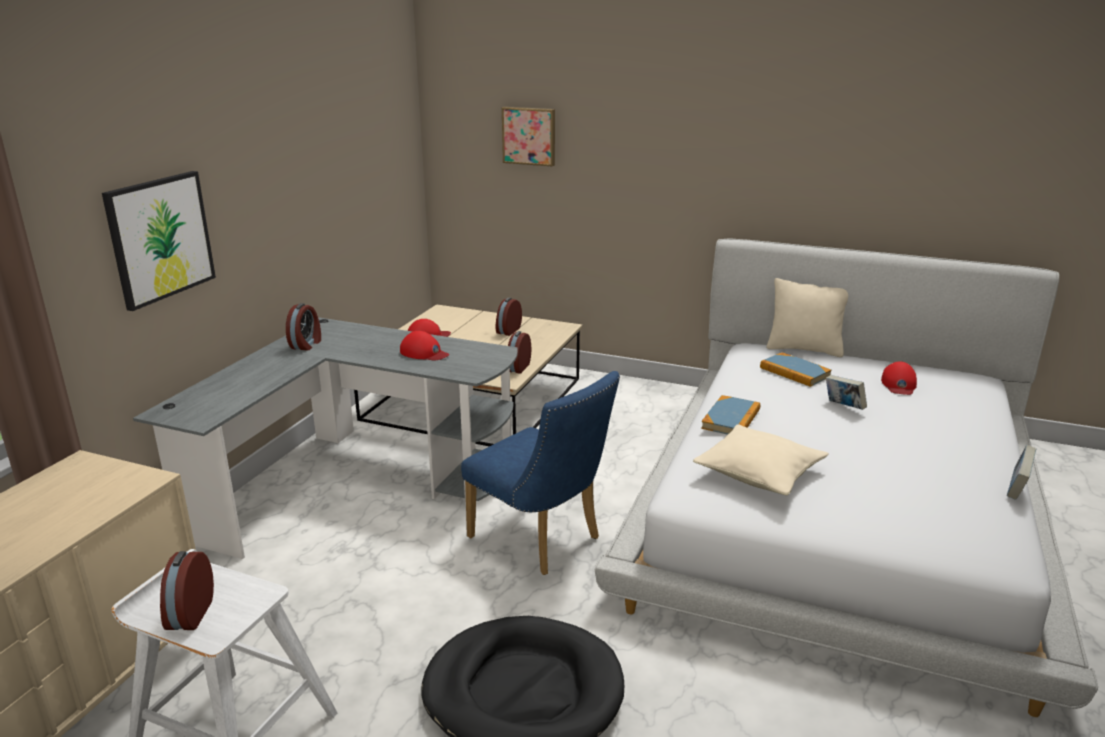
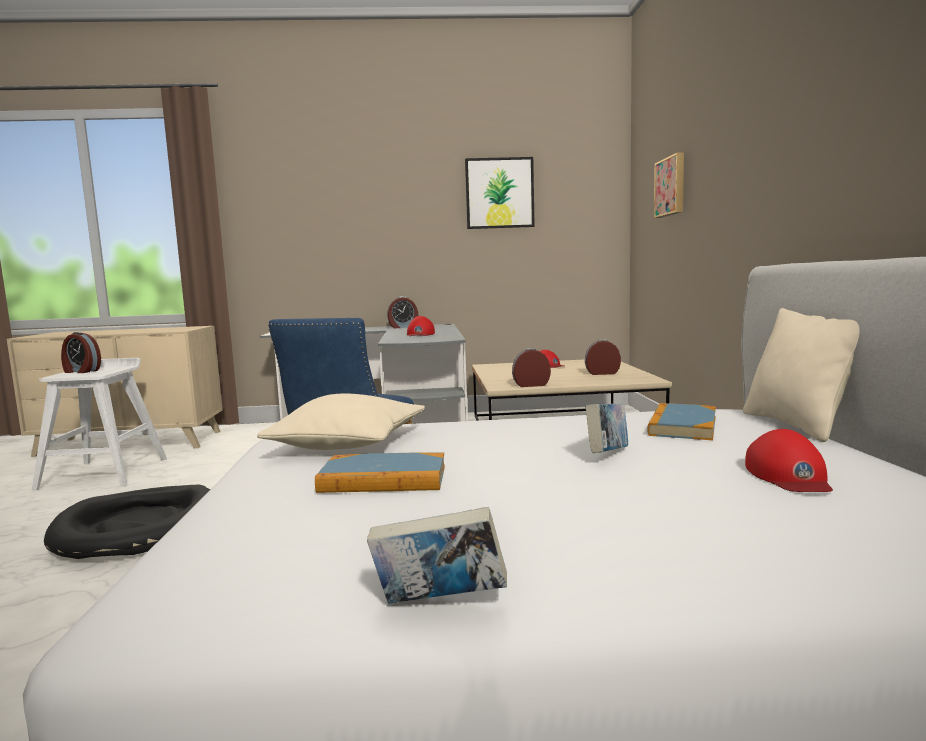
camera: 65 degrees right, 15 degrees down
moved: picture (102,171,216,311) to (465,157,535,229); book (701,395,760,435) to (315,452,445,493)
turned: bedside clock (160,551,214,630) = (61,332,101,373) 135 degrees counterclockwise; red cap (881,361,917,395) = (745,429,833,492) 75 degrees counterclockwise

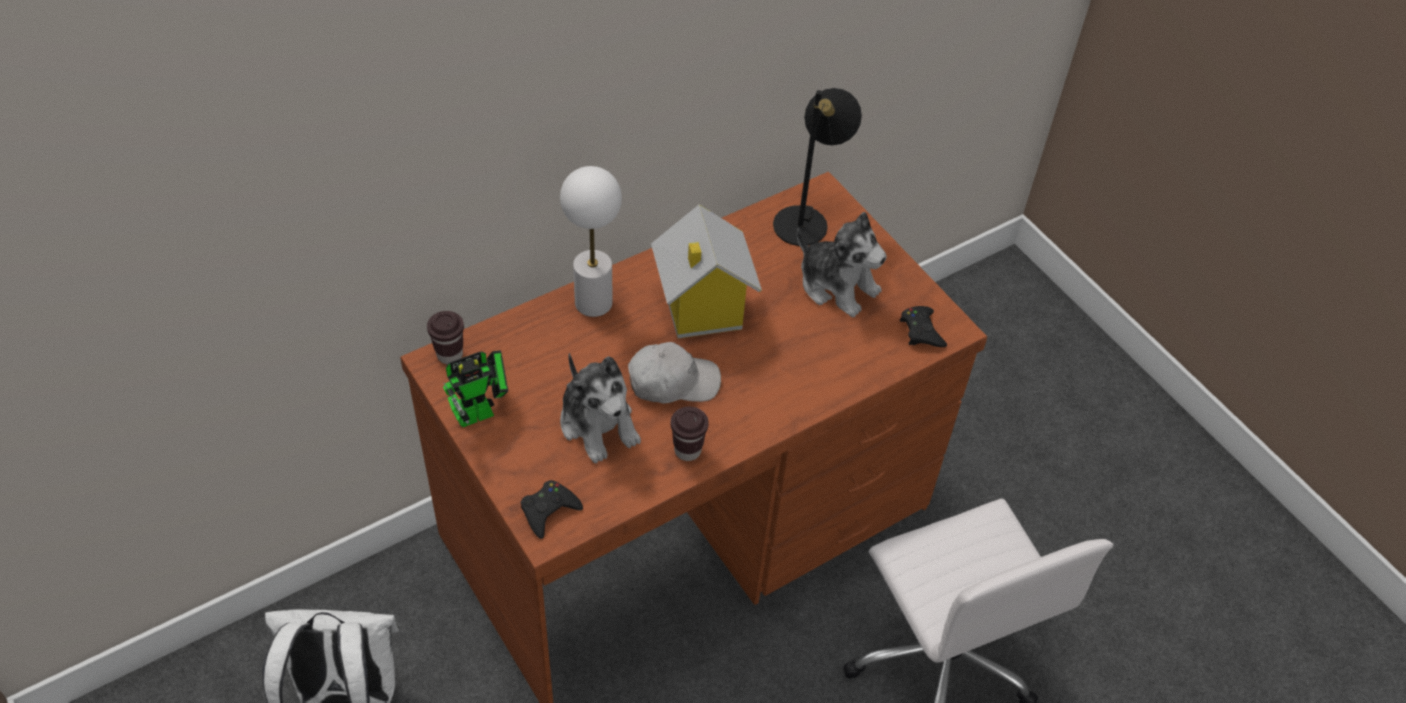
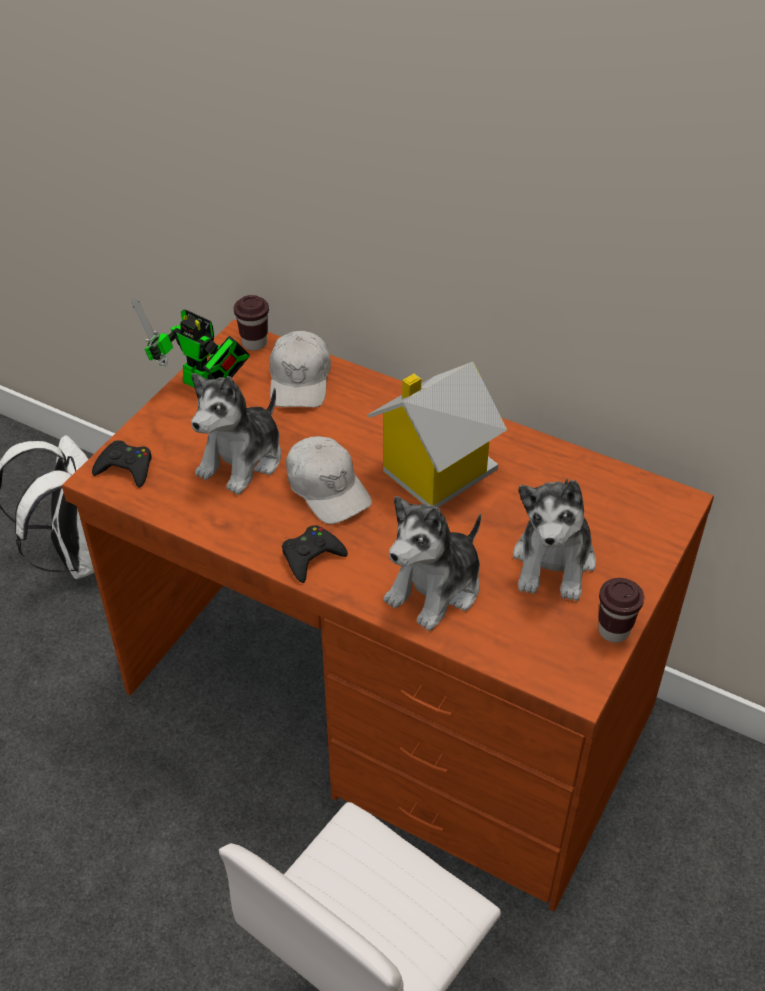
camera: 65 degrees right, 5 degrees down
removed: whitish lamp for a table (560,166,622,317); blackish lamp for a table (773,88,862,246)
added: whitish cap (269,331,331,408); soft toy (383,496,481,631)
moved: brownish small cup (671,407,709,461) to (598,578,644,643); blackish joypad (900,306,947,347) to (282,525,348,583)

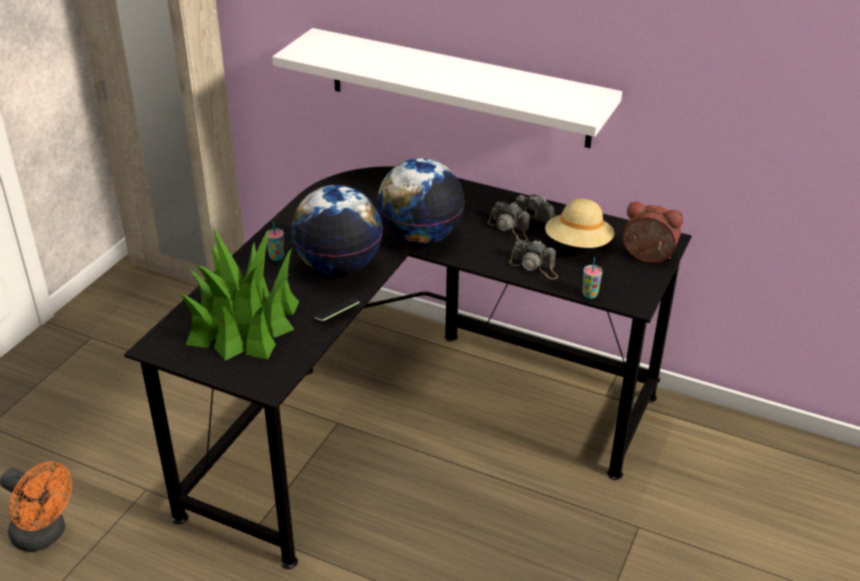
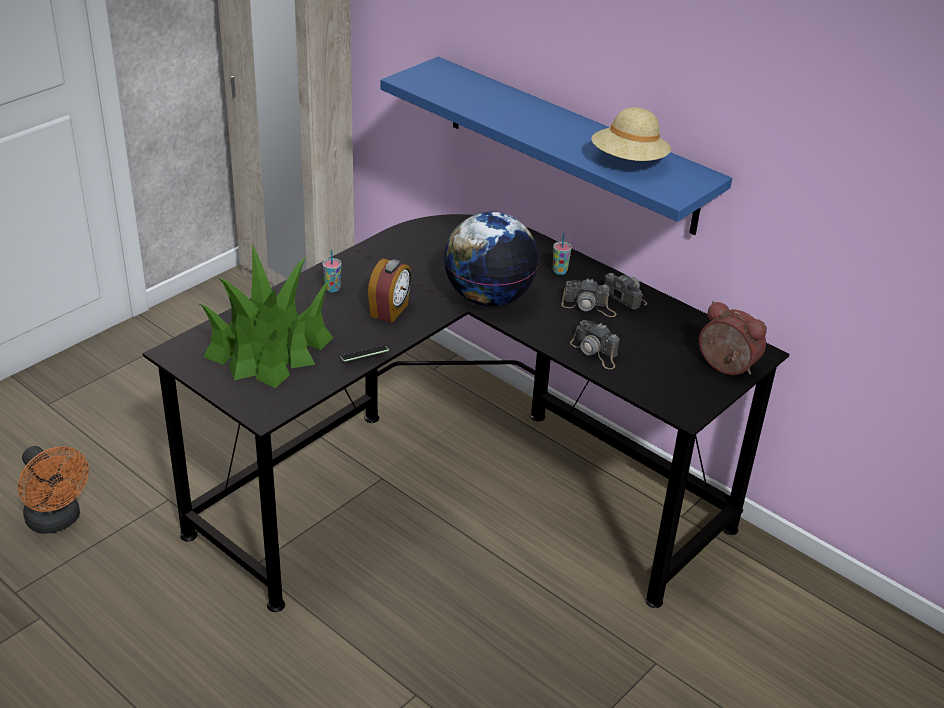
camera: 15 degrees right, 0 degrees up
moved: beige wearable hat (545,199,615,248) to (591,107,671,161); small cup (583,257,602,299) to (553,233,572,275)
replaced: world globe (291,185,383,276) to bedside clock (368,259,412,323)
recoloured: whitish shelf (272,28,622,148) to blue shelf (381,57,732,235)
turned: photo camera (488,202,530,240) = (562,279,616,317) 45 degrees counterclockwise

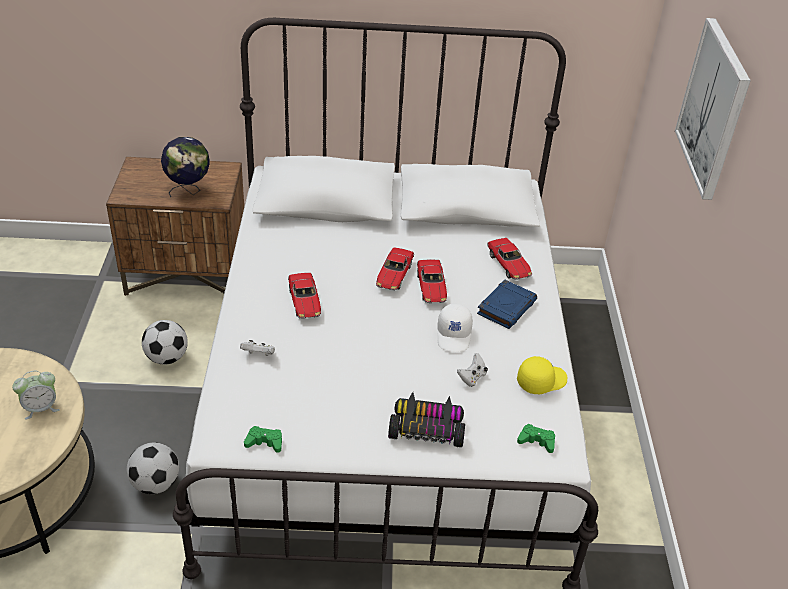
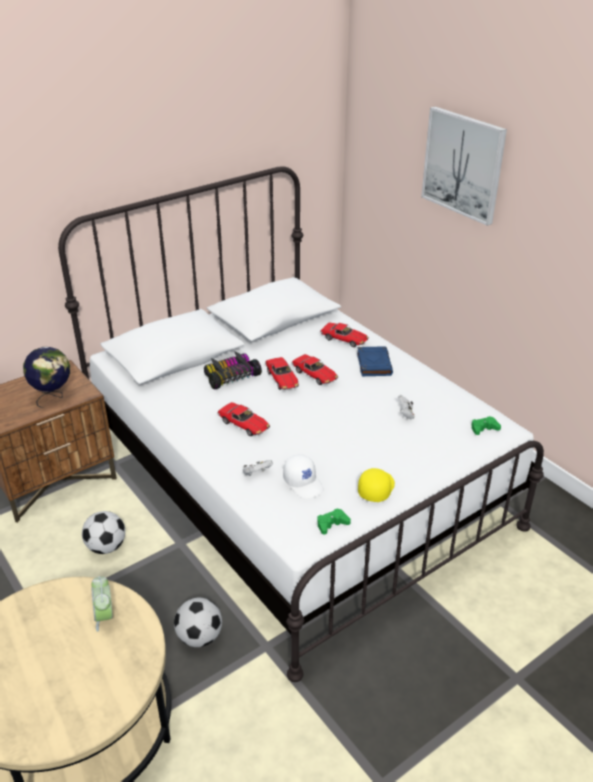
camera: 35 degrees left, 5 degrees down
moved: miniature car (388,392,465,448) to (204,351,262,390); whitish cap (437,304,473,352) to (283,454,324,498); yellow cap (517,356,567,394) to (358,468,395,502)
turned: bedside clock (12,371,60,419) = (91,576,113,632) 135 degrees clockwise

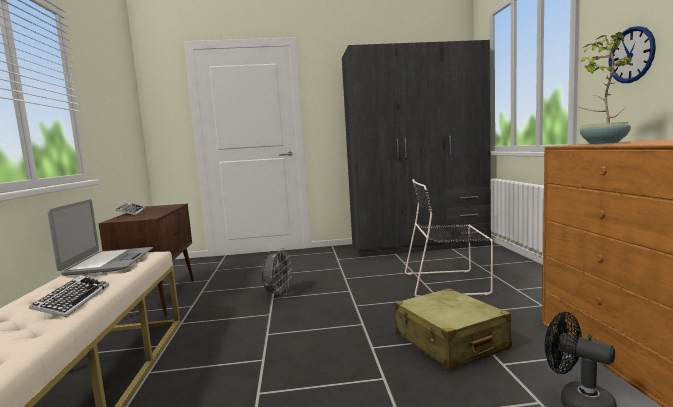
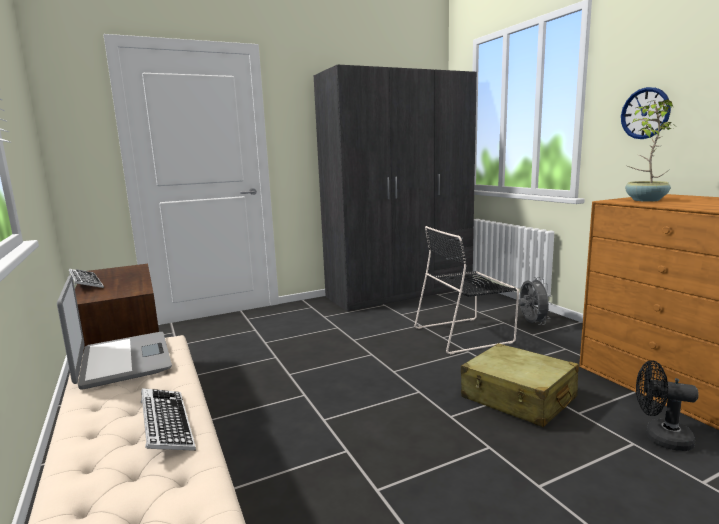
camera: 20 degrees left, 5 degrees up
moved: greyish fan (262,248,292,298) to (519,277,553,325)

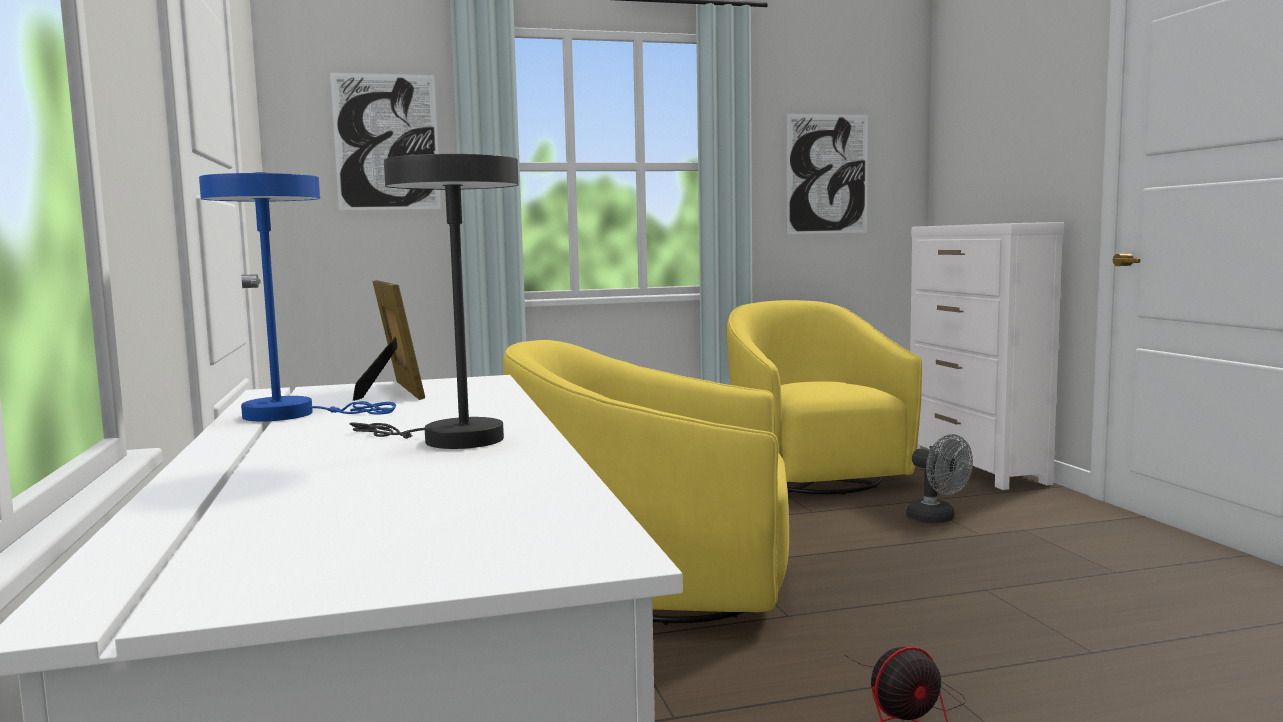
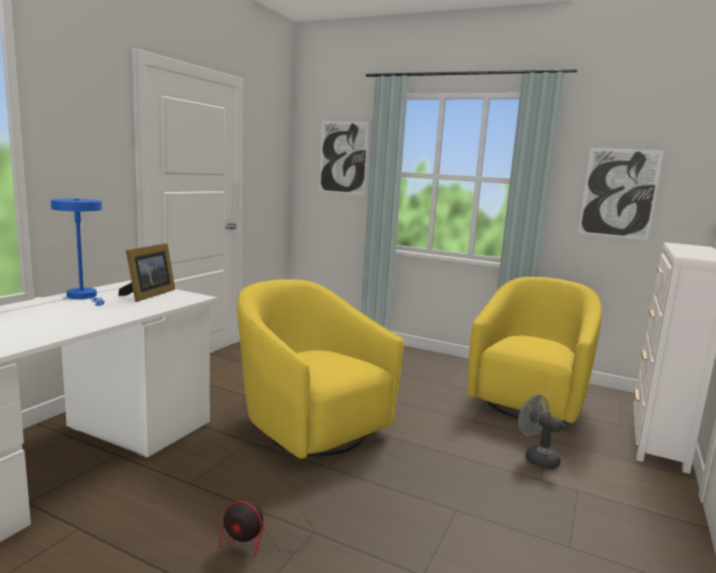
camera: 40 degrees right, 5 degrees up
removed: greyish lamp for a table (350,154,519,449)
turned: greyish fan (906,434,973,523) = (518,395,563,469) 135 degrees clockwise

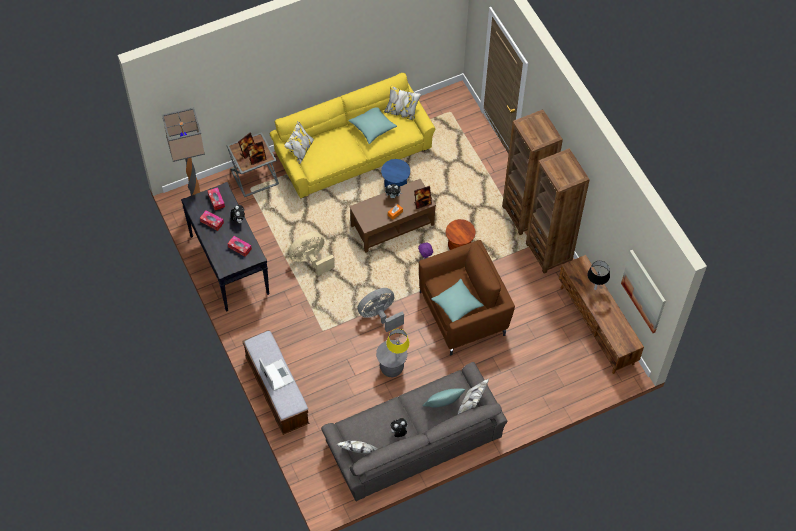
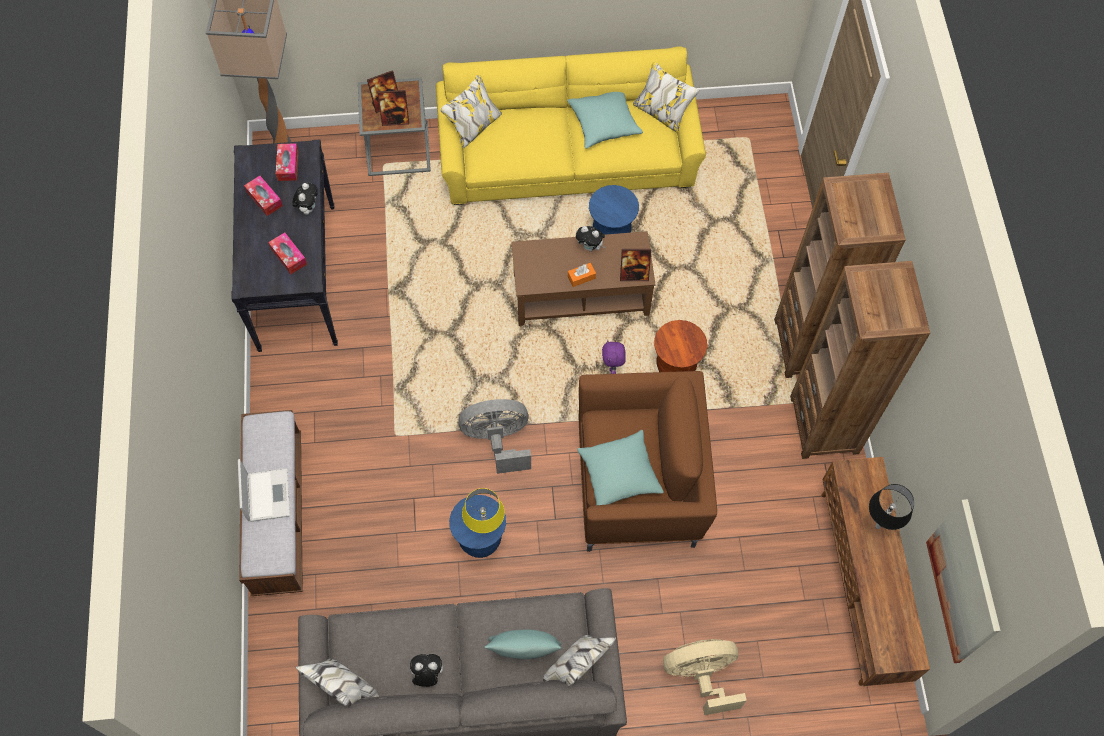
camera: 20 degrees right, 5 degrees up
moved: beige fan (288,232,335,276) to (663,639,747,715)
recoloured: greyish sitting stool (376,340,408,377) to blue sitting stool (449,495,506,558)

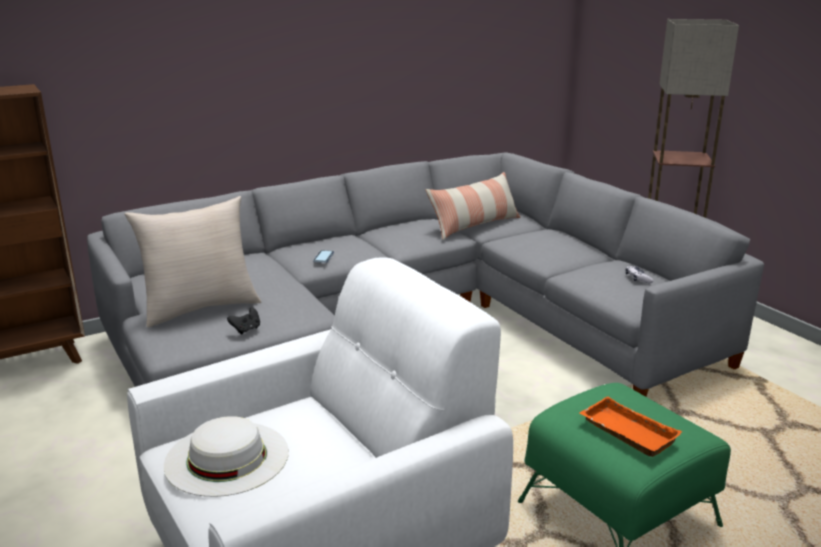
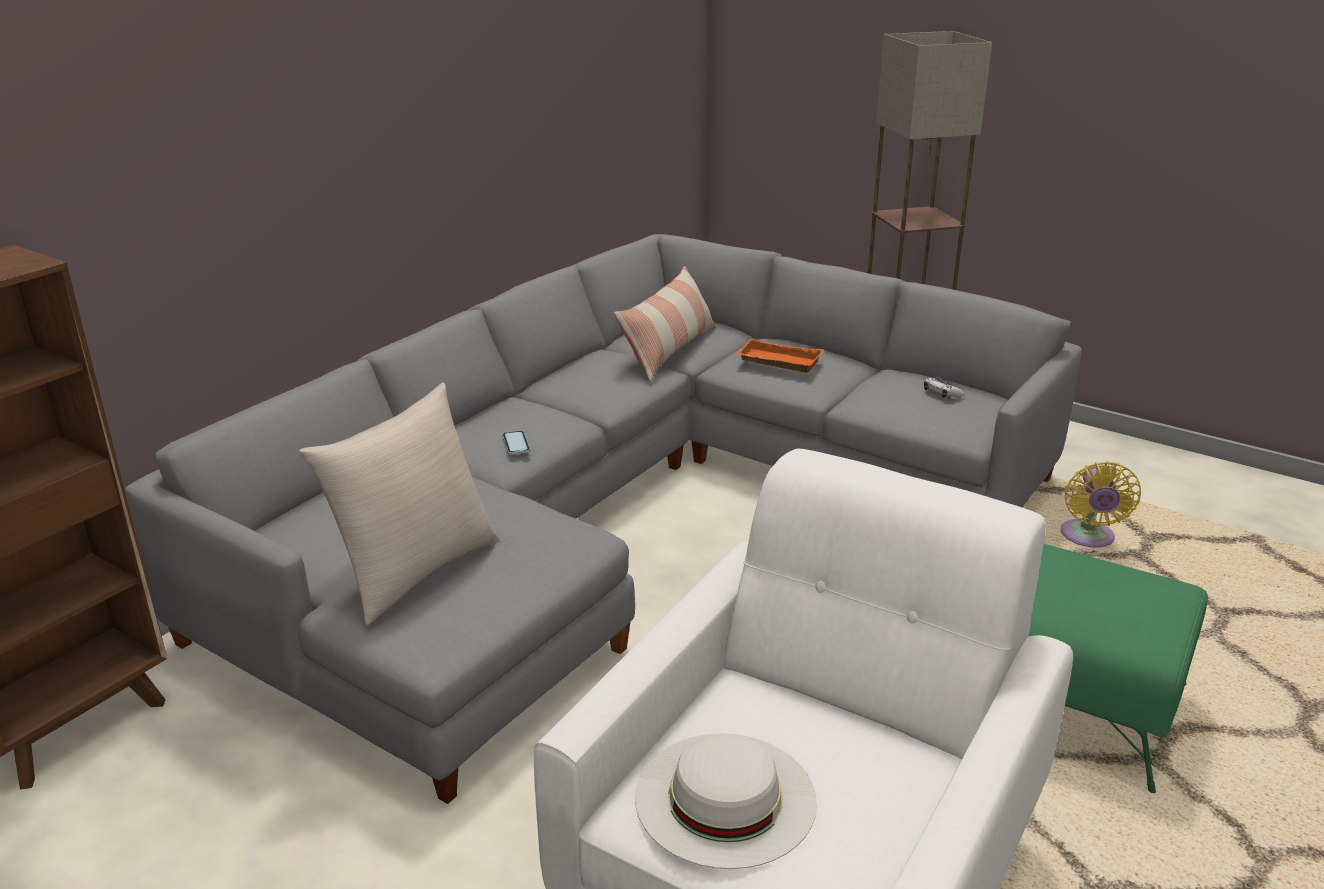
camera: 25 degrees left, 5 degrees up
removed: blackish joypad (227,307,260,334)
added: yellow fan (1061,461,1141,548)
moved: orange tray (579,396,682,457) to (736,339,824,373)

